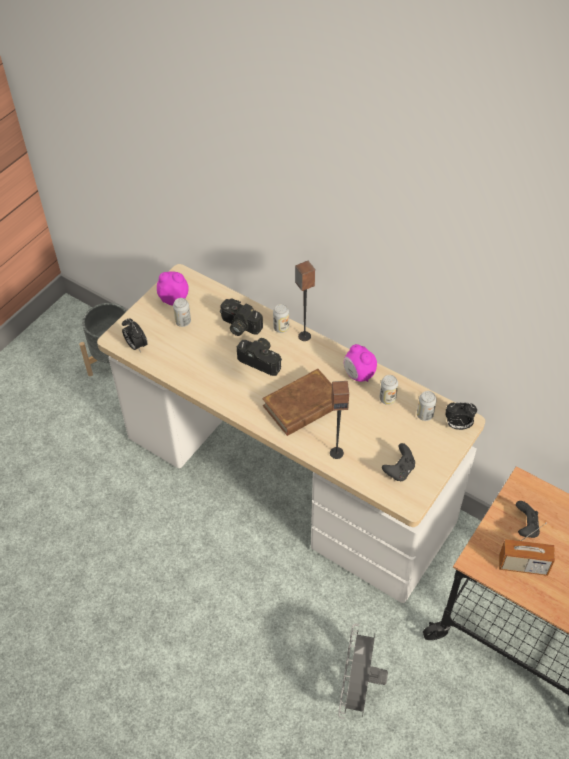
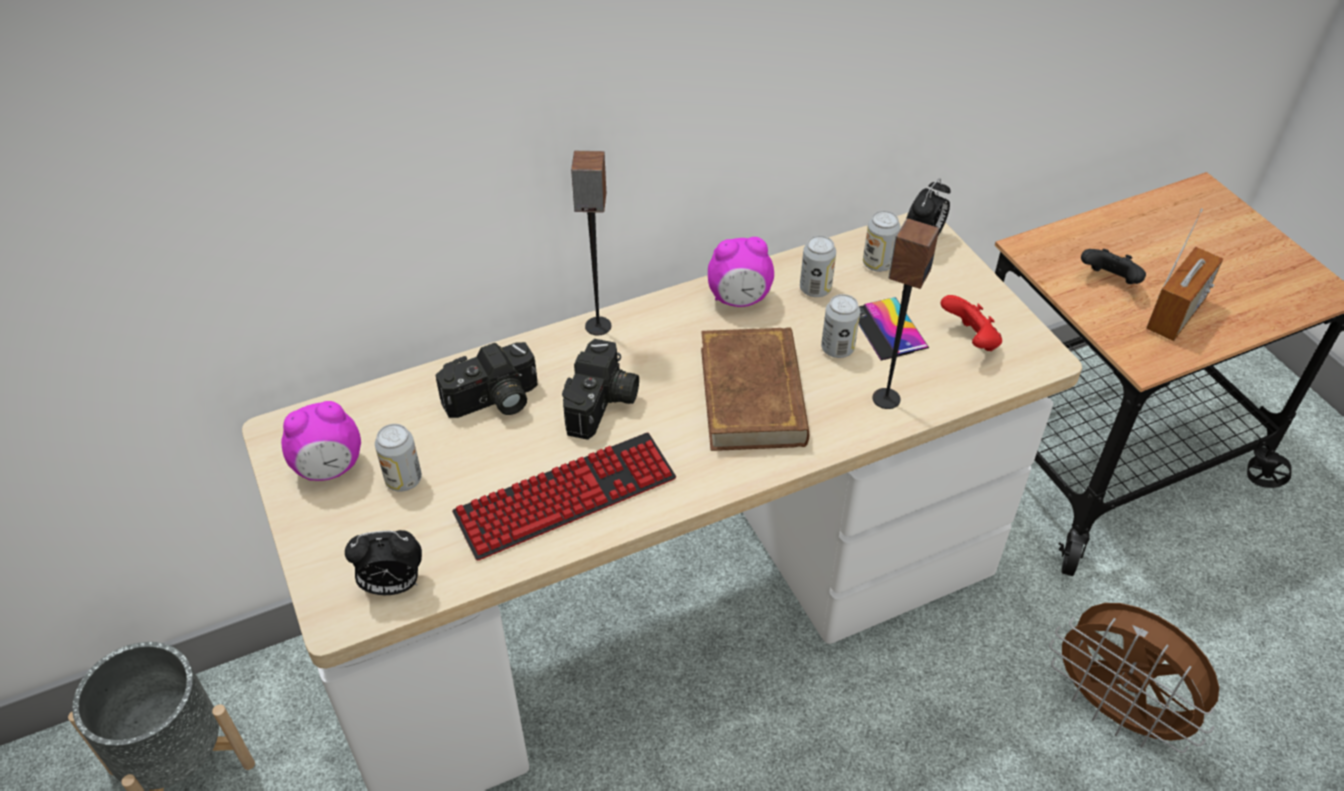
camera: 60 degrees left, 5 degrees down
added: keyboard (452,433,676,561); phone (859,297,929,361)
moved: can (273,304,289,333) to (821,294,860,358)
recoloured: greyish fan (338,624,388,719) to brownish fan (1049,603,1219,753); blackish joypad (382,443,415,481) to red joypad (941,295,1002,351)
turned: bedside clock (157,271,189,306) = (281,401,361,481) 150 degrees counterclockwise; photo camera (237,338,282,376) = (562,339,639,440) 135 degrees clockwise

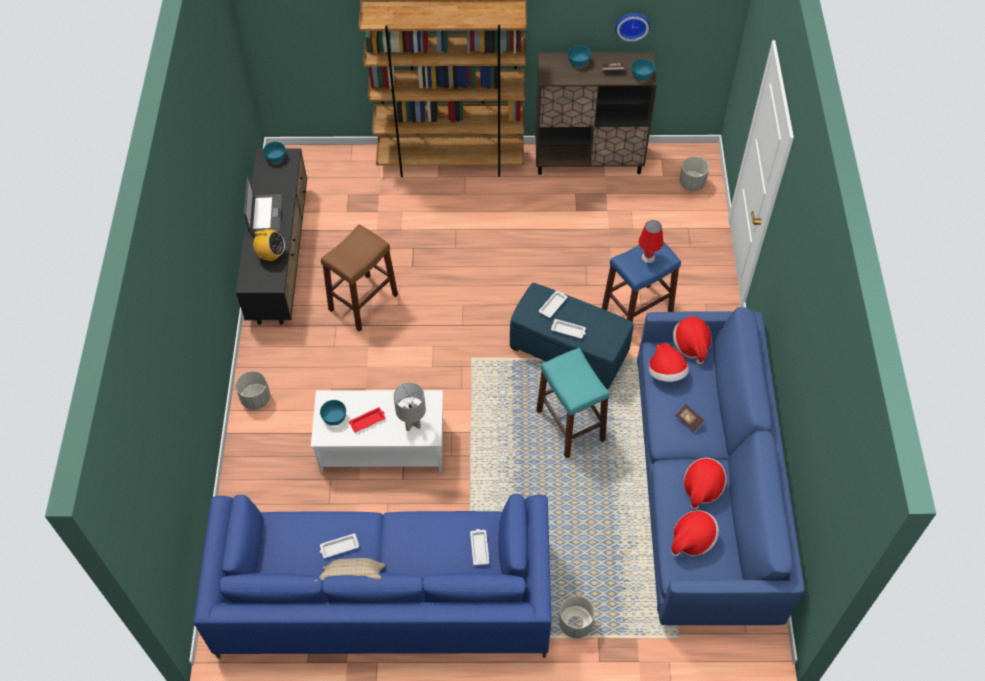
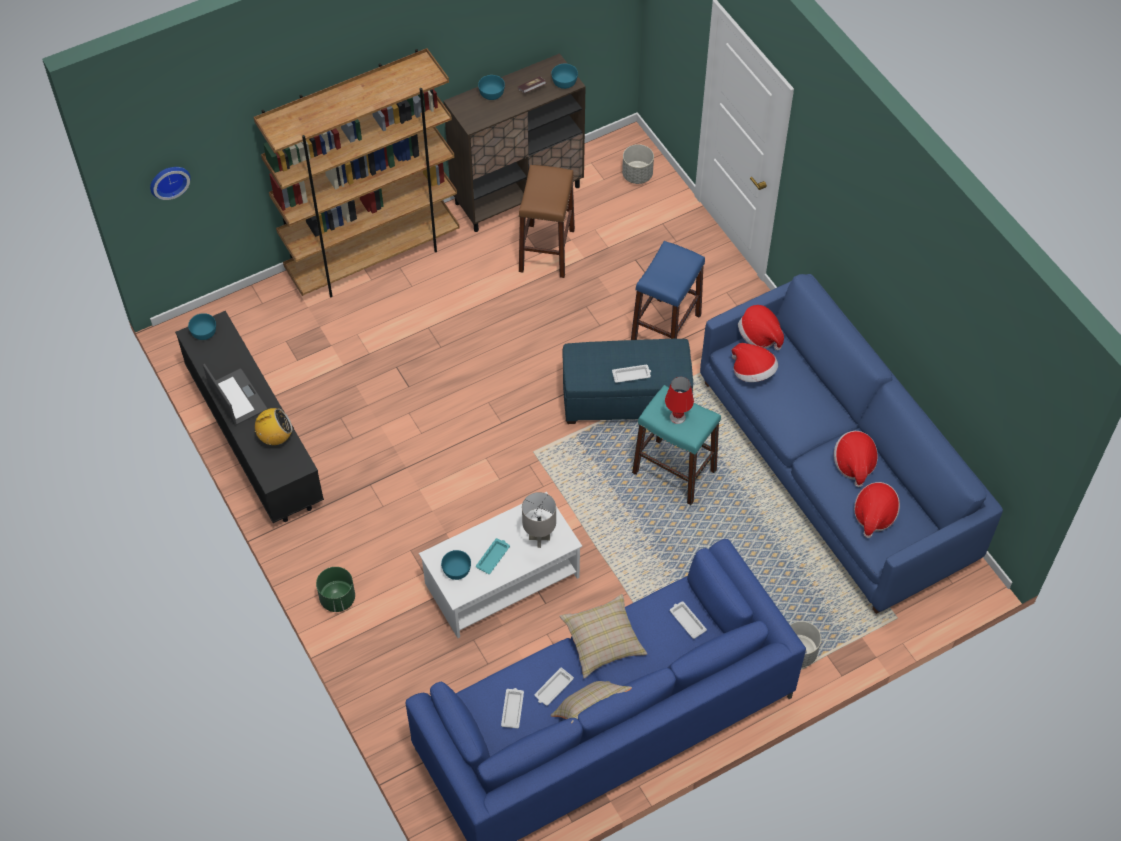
camera: 30 degrees left, 0 degrees up
removed: book (675,404,705,432)
added: beige pillow (559,594,647,678)
moved: brownish sitting stool (321,224,398,332) to (519,165,575,278); whitish tray (539,291,567,318) to (501,688,524,729); clock on the wall (615,13,650,42) to (150,167,191,200); red lamp for a table (638,220,663,263) to (665,377,694,424)
recoloured: greyish plant pot (236,371,270,410) to green plant pot (316,567,355,612); red tray (349,407,385,432) to turquoise-coloured tray (476,538,510,574)

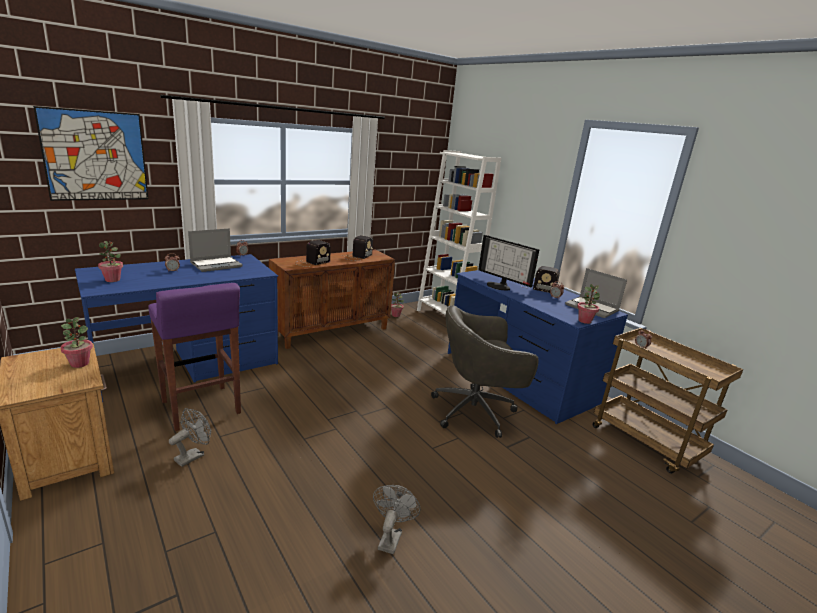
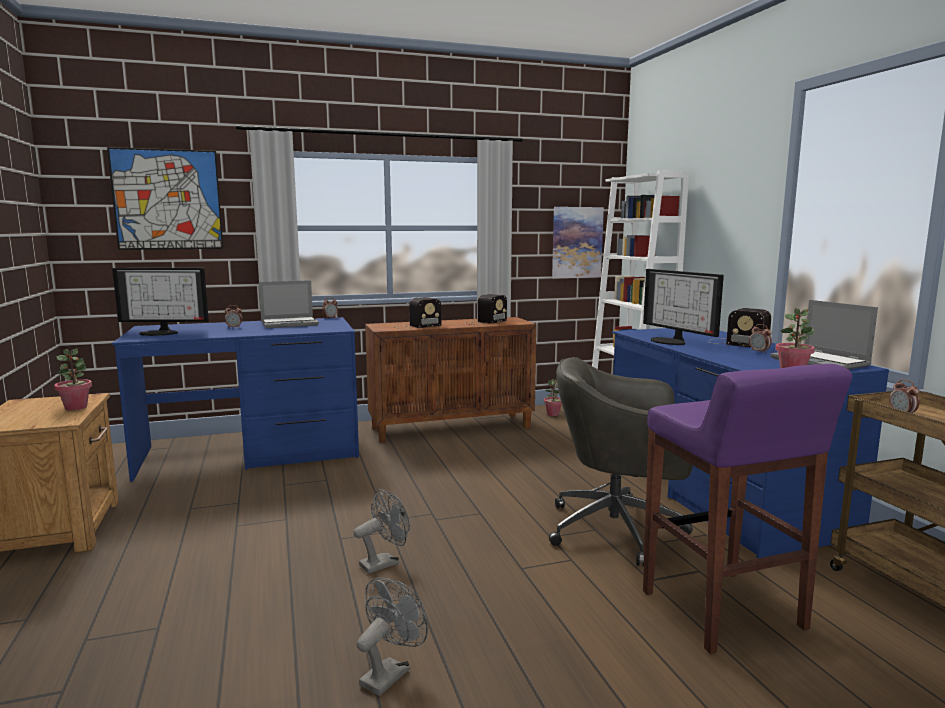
camera: 20 degrees right, 10 degrees down
added: picture (552,207,604,279)
moved: purple sitting stool (148,283,241,431) to (643,364,852,654); greyish fan (169,408,211,467) to (354,489,410,574)
replaced: potted plant (98,241,123,282) to monitor (112,268,209,336)

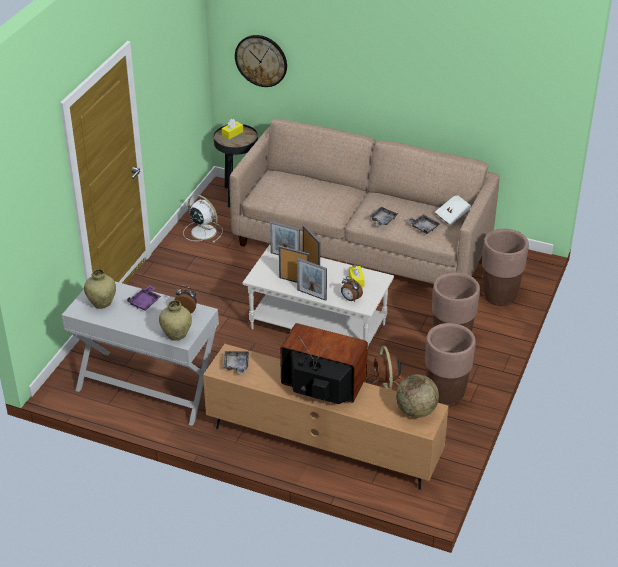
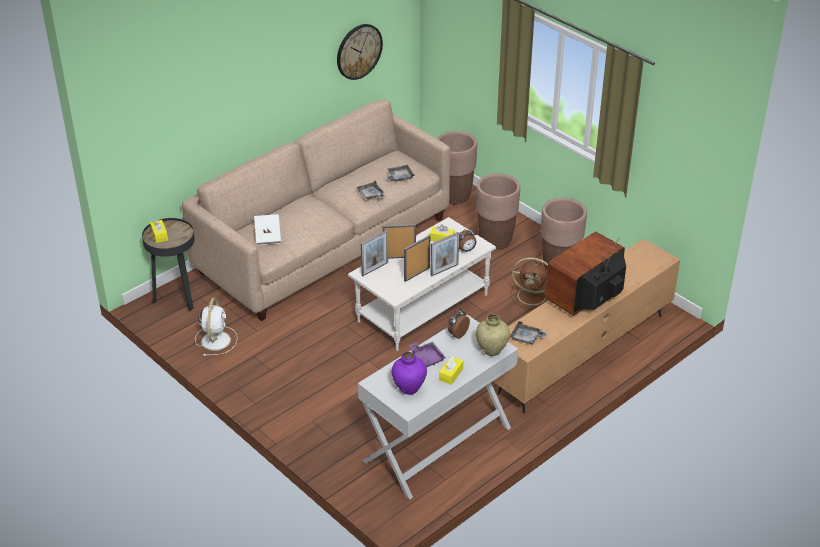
camera: 65 degrees left, 0 degrees up
removed: world globe (396,374,439,418)
added: yellow tissue holder (439,356,463,385)
moved: clock on the wall (235,35,287,87) to (337,24,383,80); whitish book (435,195,472,226) to (254,214,281,245)
recoloured: beige flower vase (84,269,116,309) to purple flower vase (392,352,427,395)
turned: whitish fan (183,194,223,243) = (195,297,238,356) 120 degrees clockwise

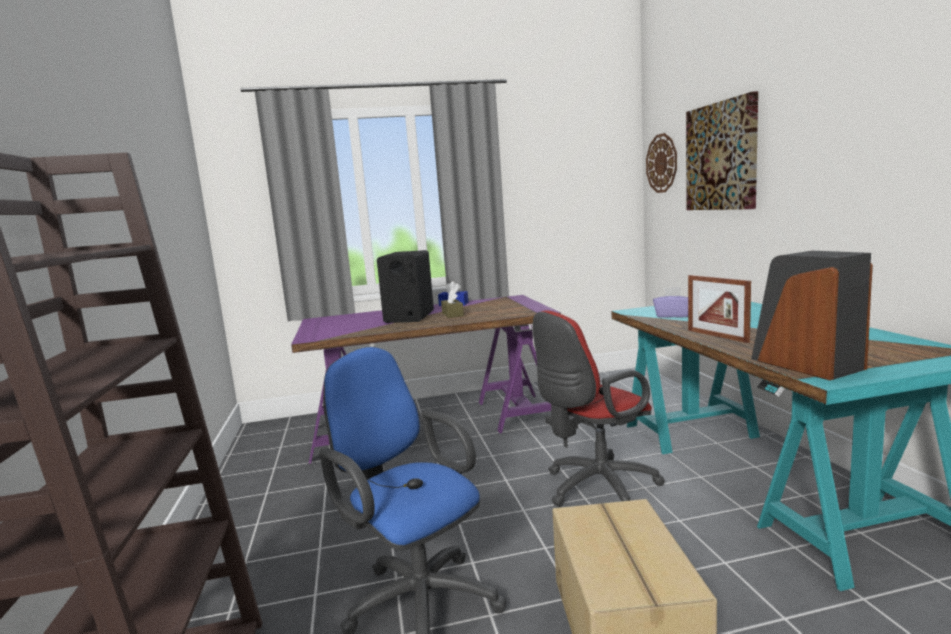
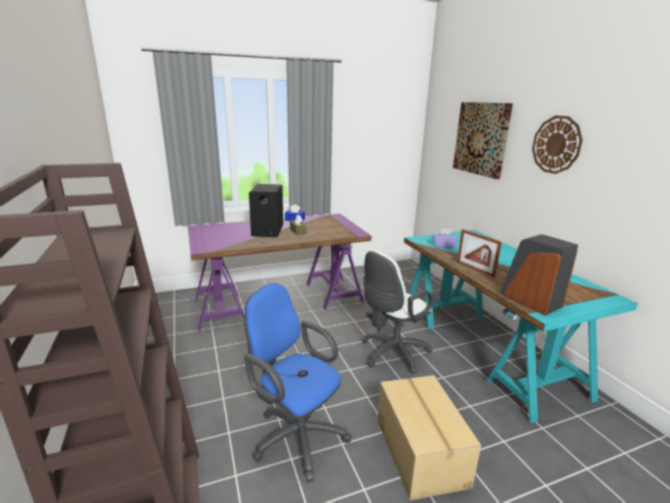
camera: 10 degrees left, 10 degrees up
moved: clock on the wall (646,133,677,193) to (532,116,583,174)
recoloured: red computer chair (533,310,665,507) to whitish computer chair (362,250,433,374)

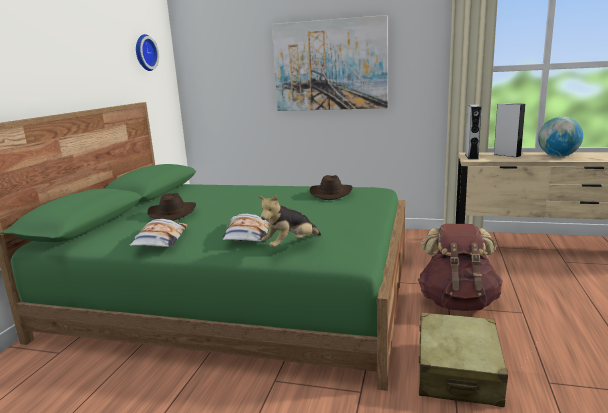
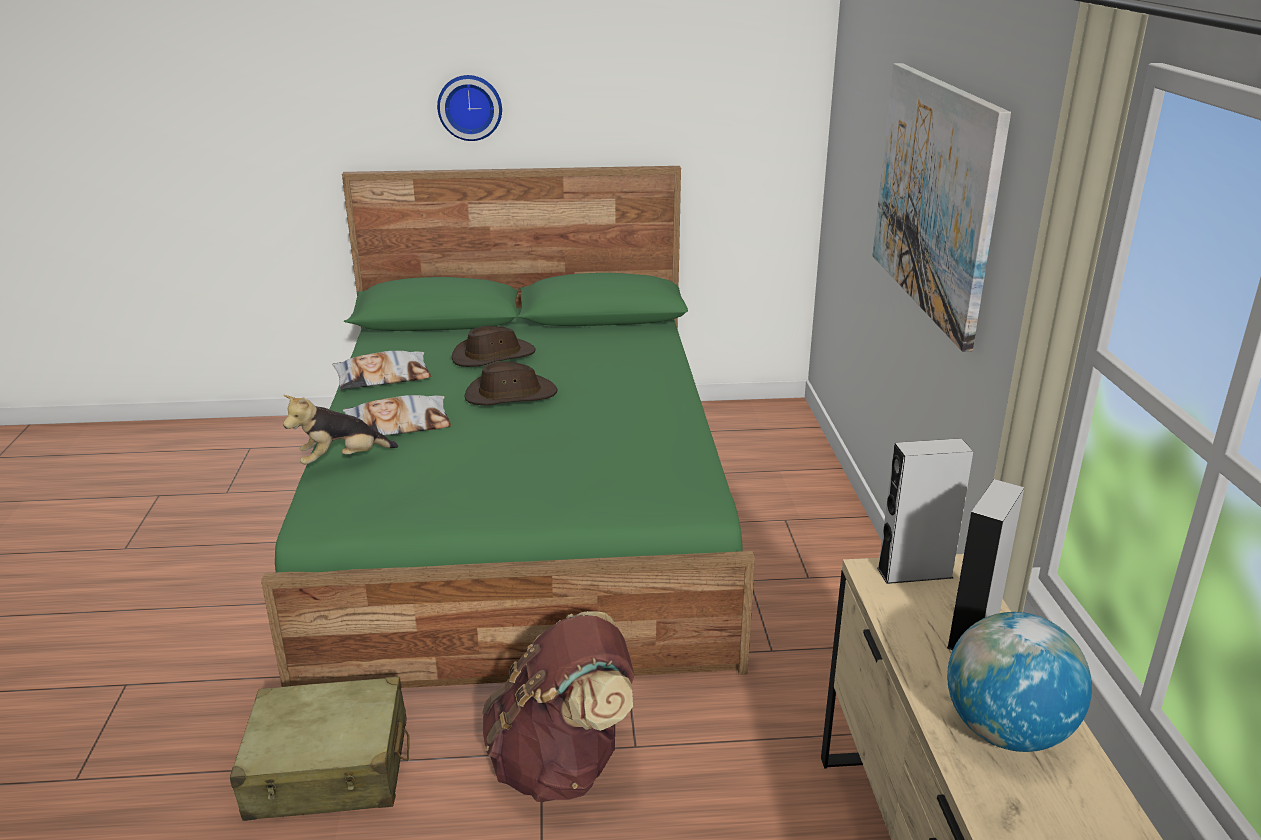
camera: 70 degrees right, 10 degrees up
moved: clock on the wall (136,34,159,71) to (437,75,502,141); brownish wearable hat (310,175,353,200) to (464,361,558,406)
turned: soft toy (258,195,321,247) = (283,395,398,465) 60 degrees counterclockwise

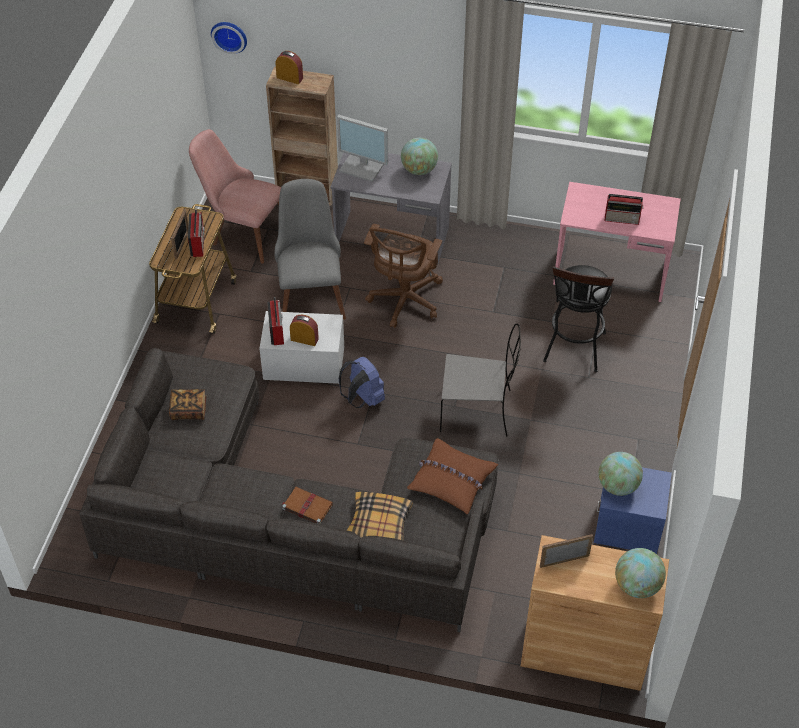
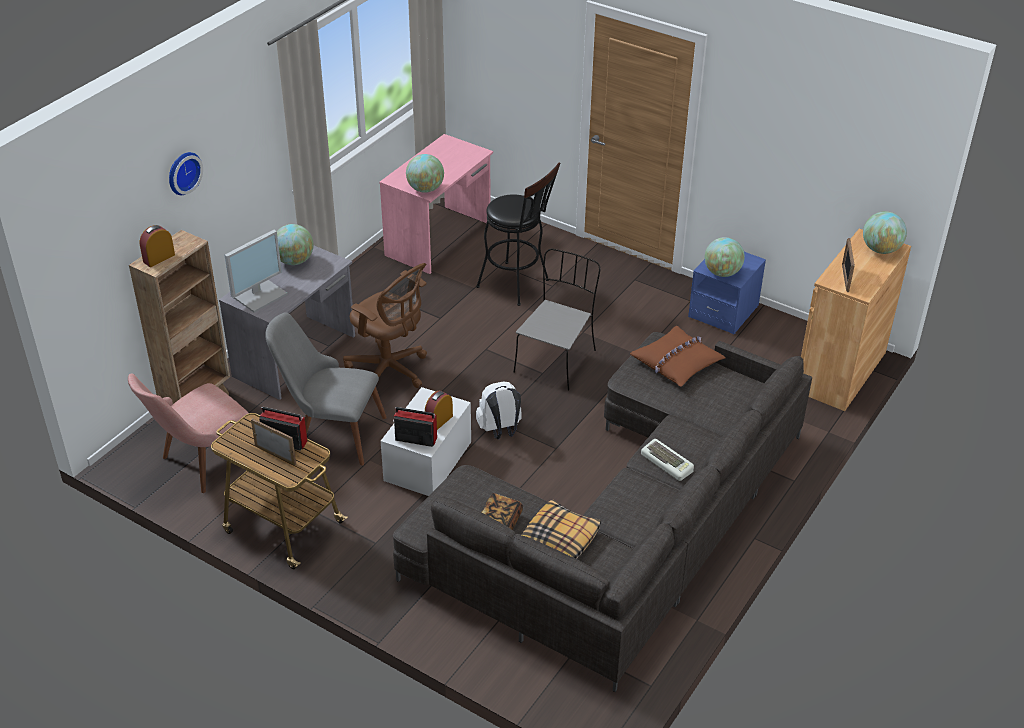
camera: 70 degrees left, 10 degrees down
removed: radio set (605,194,644,225)
added: world globe (406,154,444,193)
moved: clock on the wall (211,22,247,54) to (169,152,203,195); pillow (347,492,413,541) to (522,499,601,559)
replaced: brownish book (282,487,333,524) to keyboard (641,439,694,481)
recoloured: blue backpack (339,357,385,408) to whitish backpack (476,381,521,439)

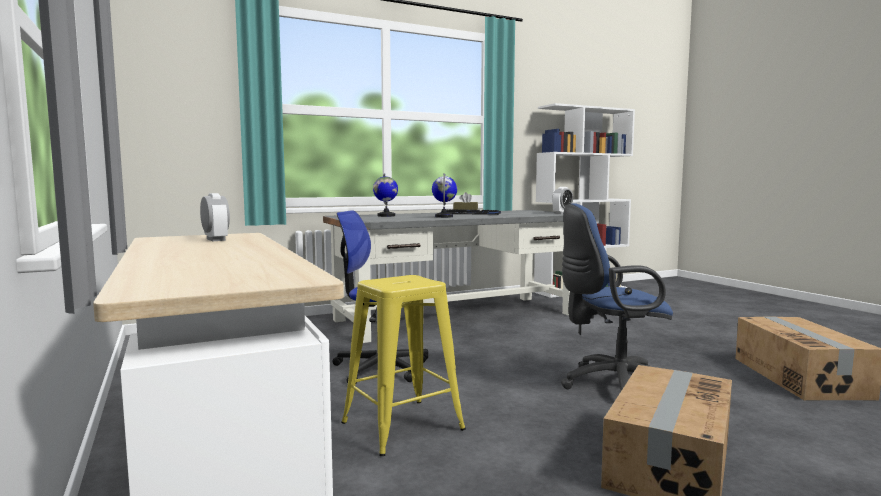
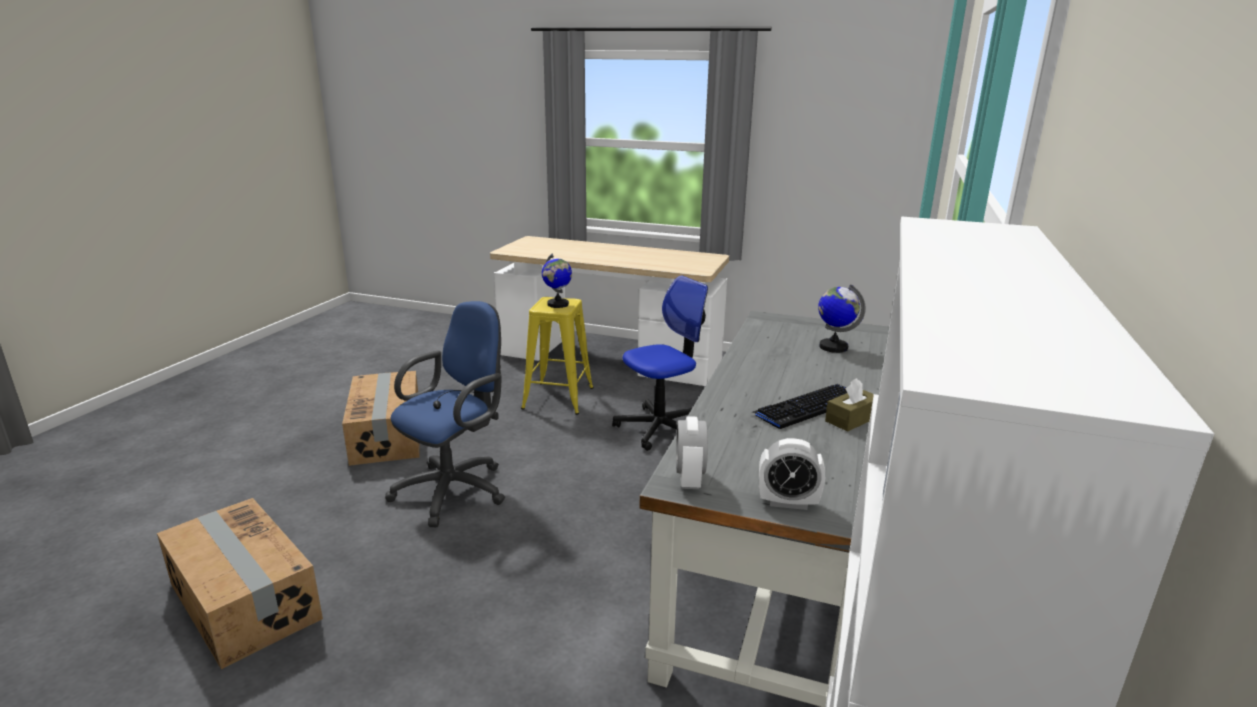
camera: 135 degrees right, 15 degrees up
moved: bedside clock (200,193,230,241) to (759,438,825,510); world globe (432,173,457,218) to (542,253,572,308)

